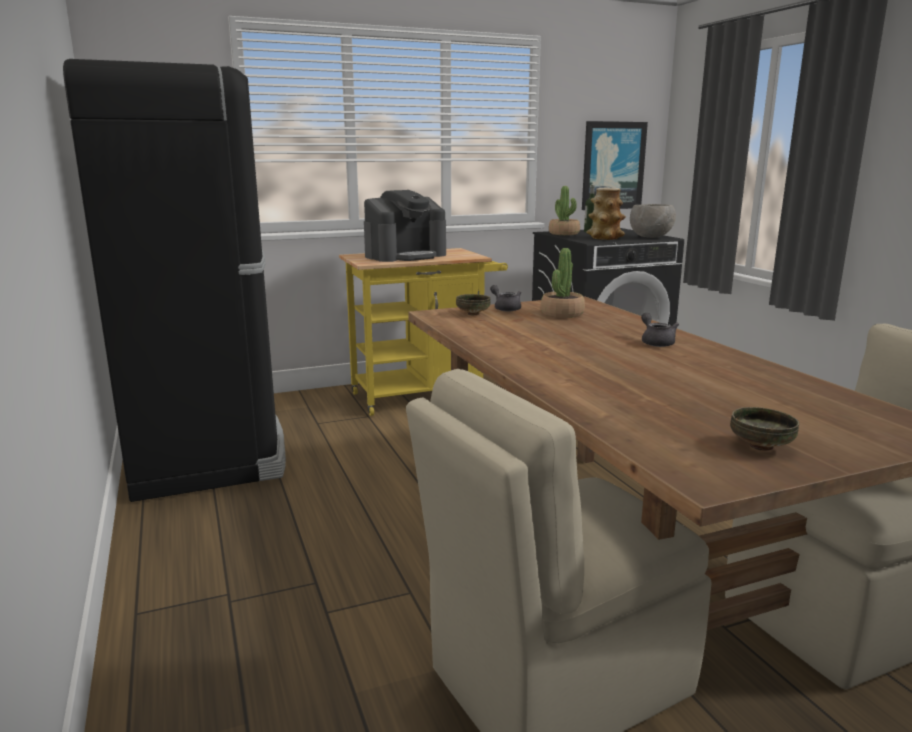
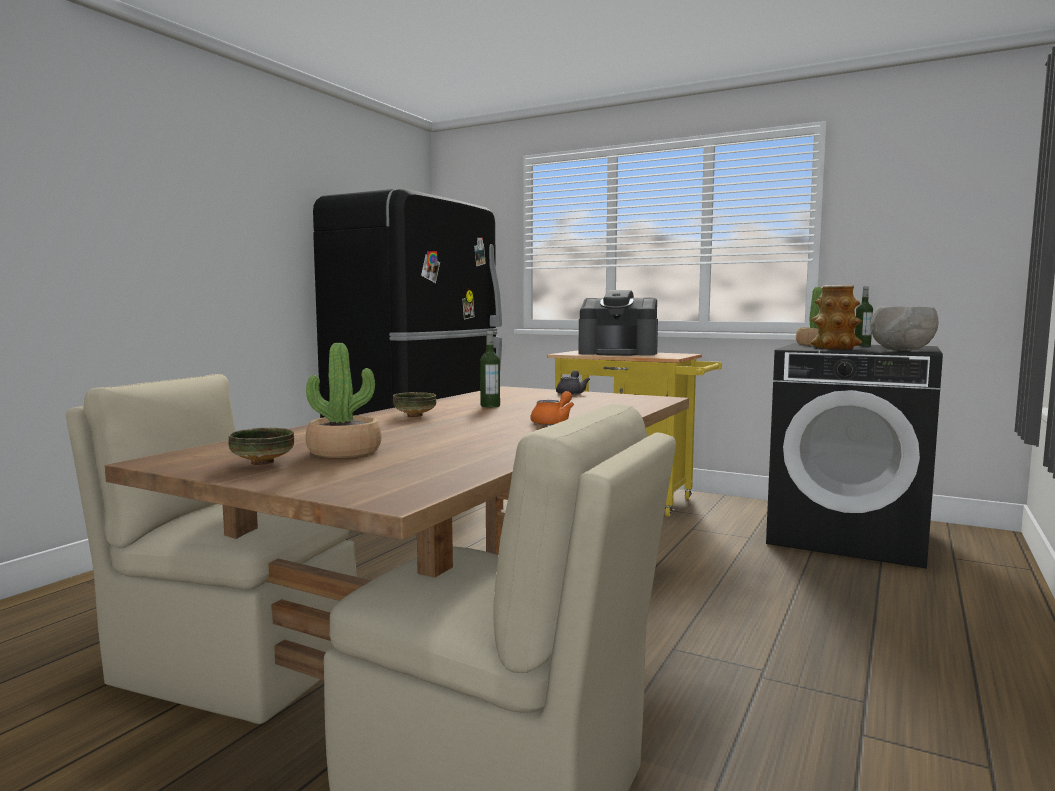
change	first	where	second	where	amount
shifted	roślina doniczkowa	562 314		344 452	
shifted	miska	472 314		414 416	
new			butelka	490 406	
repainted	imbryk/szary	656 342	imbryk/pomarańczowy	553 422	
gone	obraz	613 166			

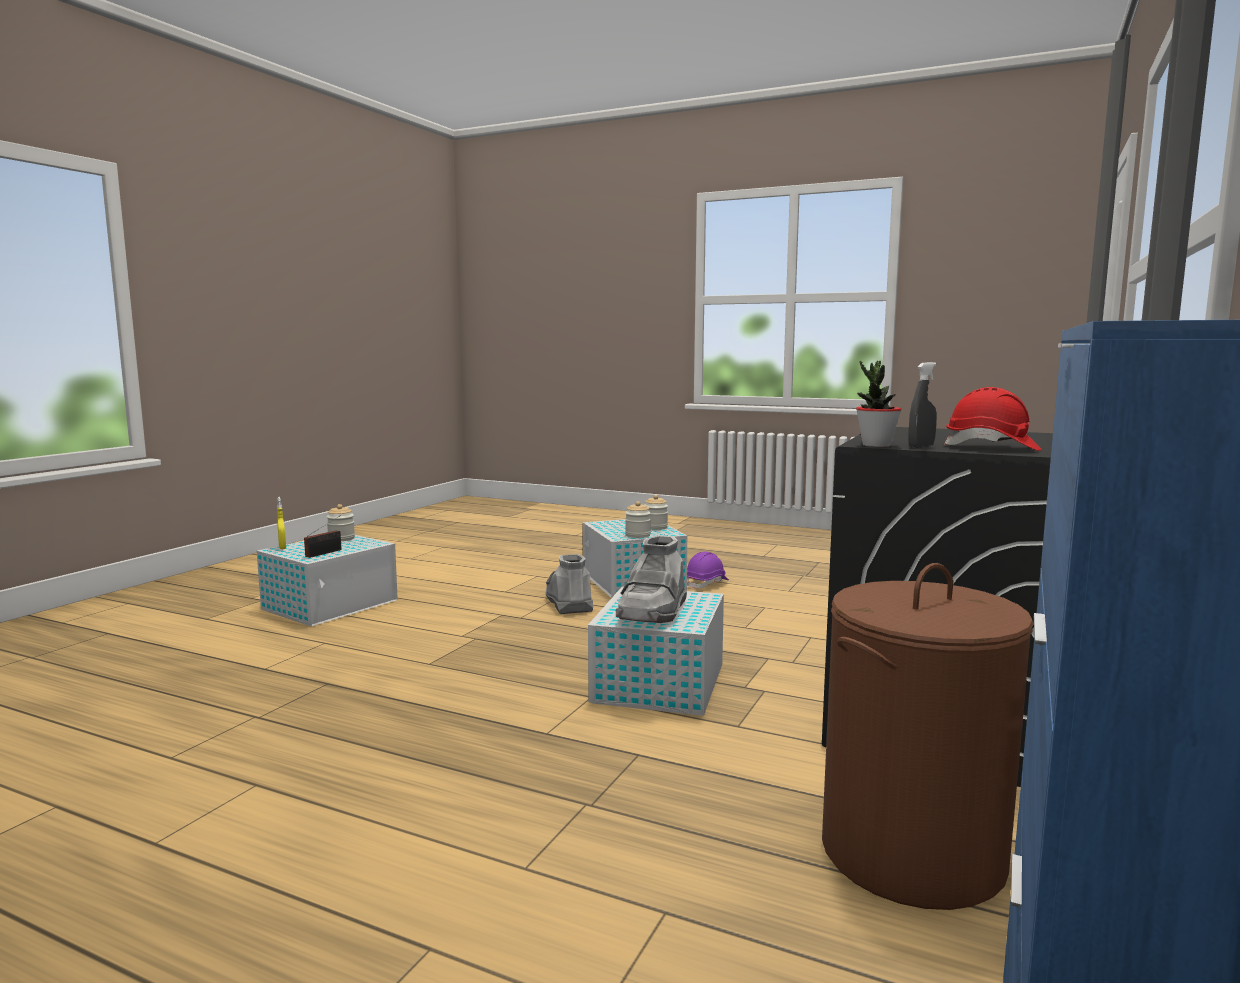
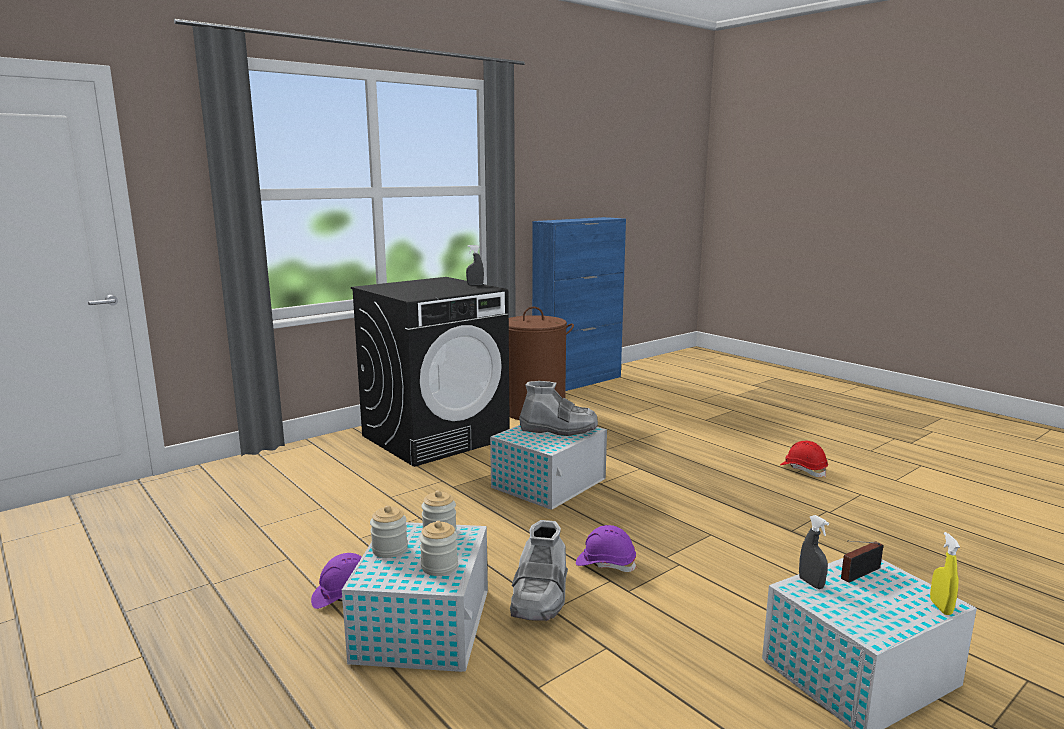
change	first	where	second	where	amount
shifted	słoik	341 538		439 566	
rotated	but z cholewką/szary	652 613		559 429	60 degrees clockwise
new			kask/fioletowy	605 564	
shifted	kask/czerwony	991 448		803 470	
new			spryskiwacz/szary	811 583	
gone	roślina doniczkowa	876 445			

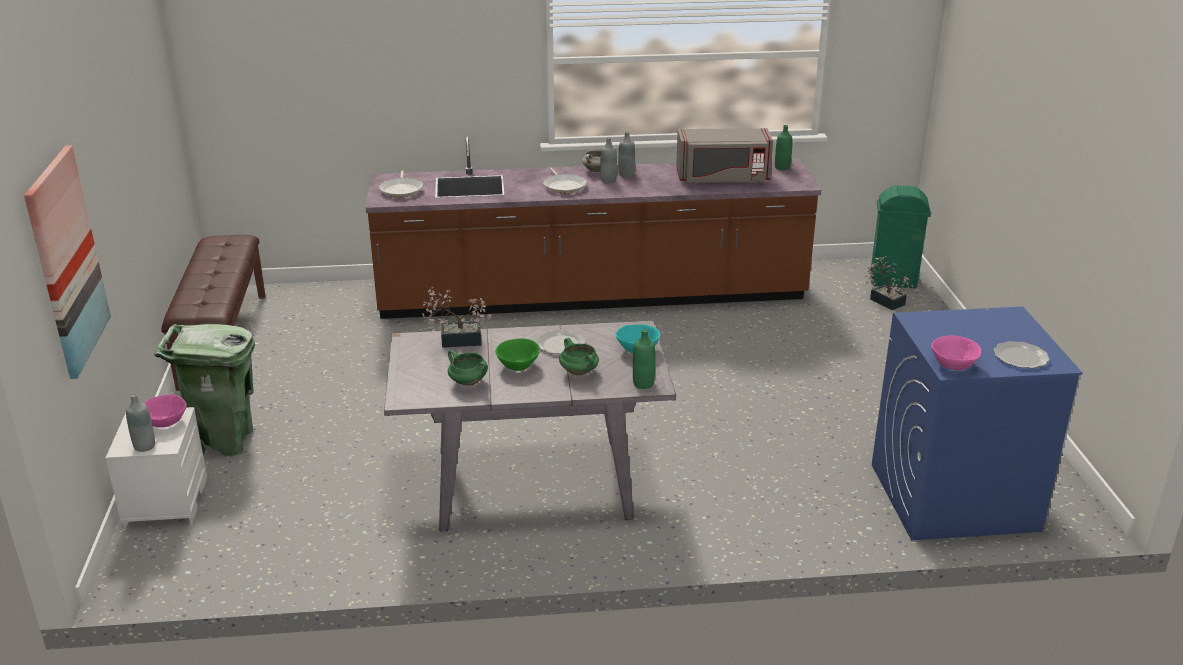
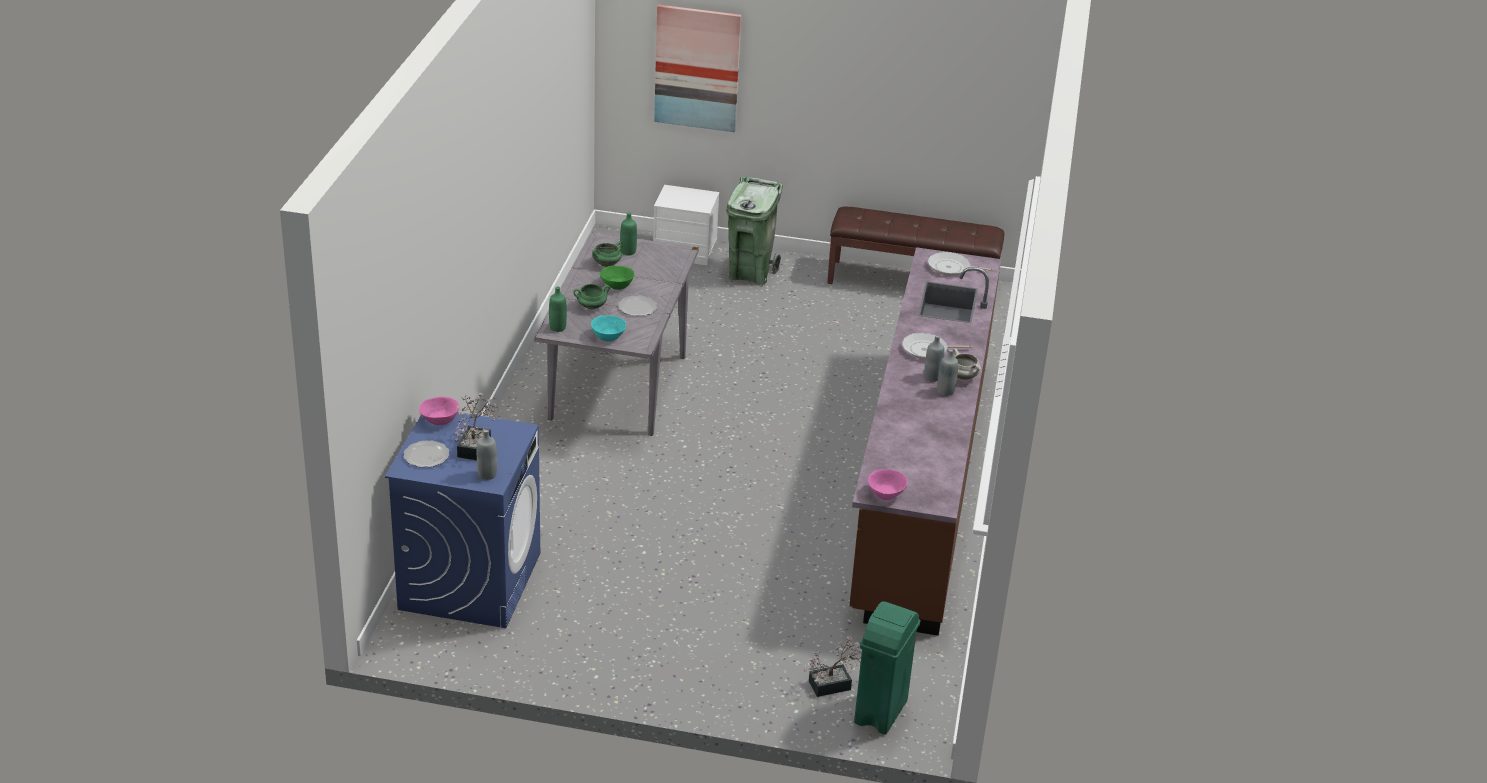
change	first	where	second	where	amount
shifted	roślina doniczkowa	456 340		476 445	
shifted	butelka/szary	144 446		487 474	
shifted	butelka/zielony	782 167		628 252	
shifted	miska/różowy	165 422		885 494	
gone	mikrofalówka/szary	722 178			

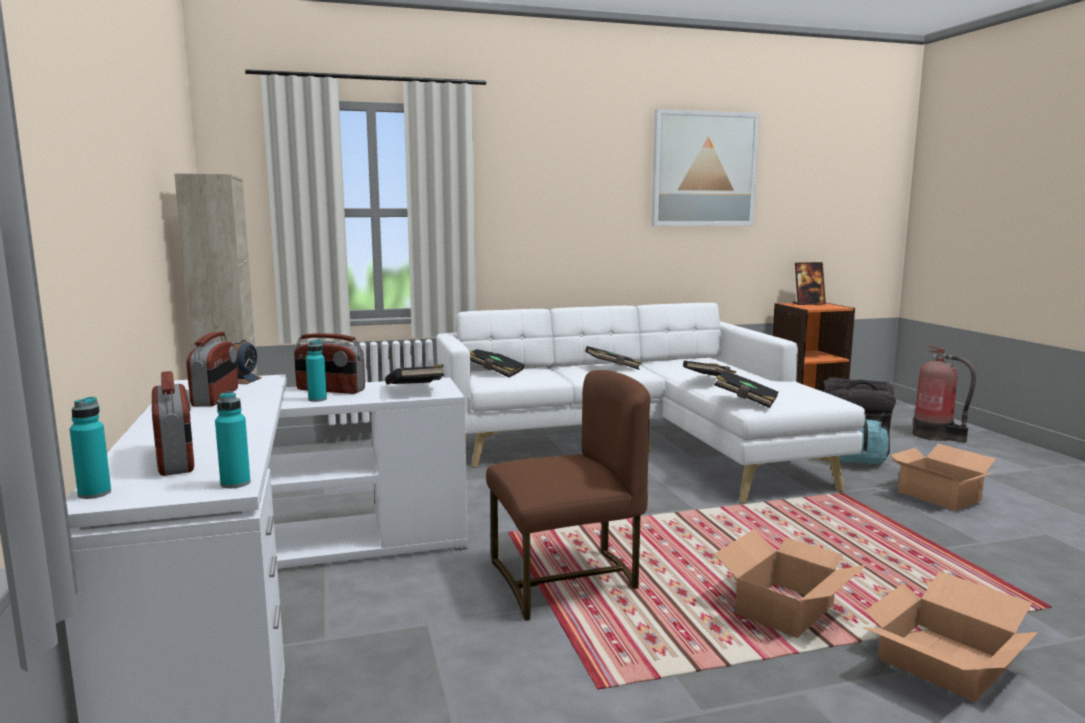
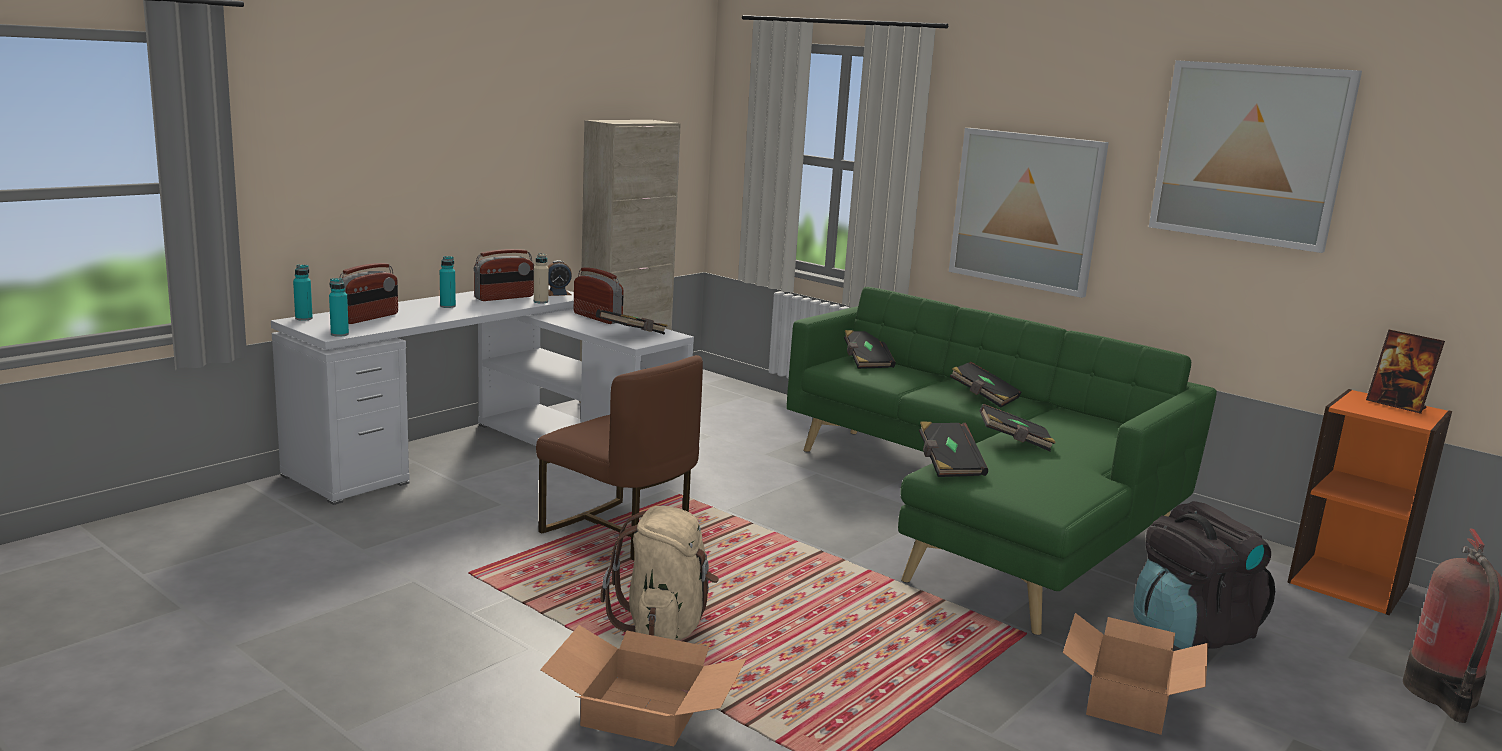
change	first	where	second	where	amount
shifted	butelka/turkusowy	317 399		447 306	
new			butelka/beżowy	540 302	
rotated	radio	330 390		598 318	150 degrees clockwise
swapped	karton	783 610	plecak/beżowy	663 627	
repainted	kanapa/biały	648 451	kanapa/zielony	985 512	
new			obraz	1026 210	

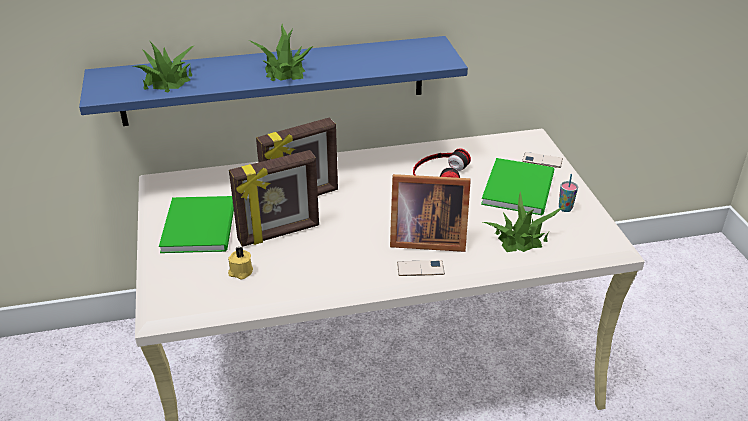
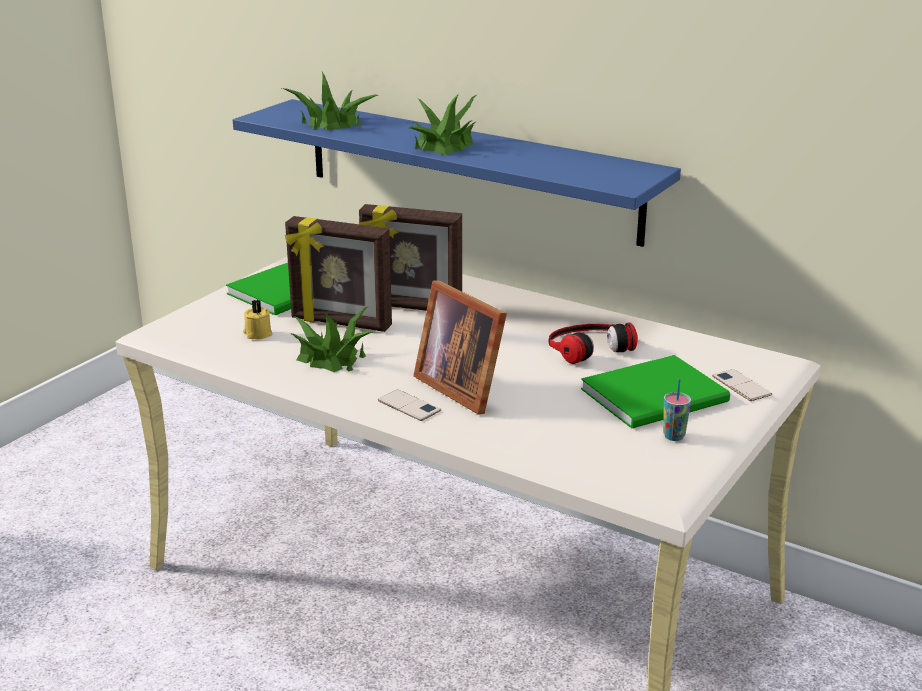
change	first	where	second	where	amount
shifted	roślina doniczkowa	521 238		332 358	

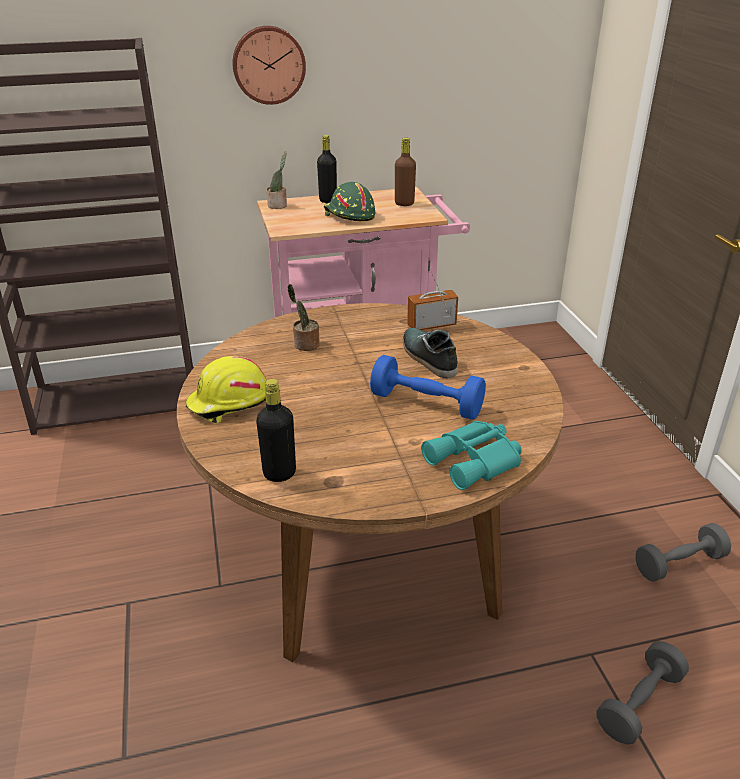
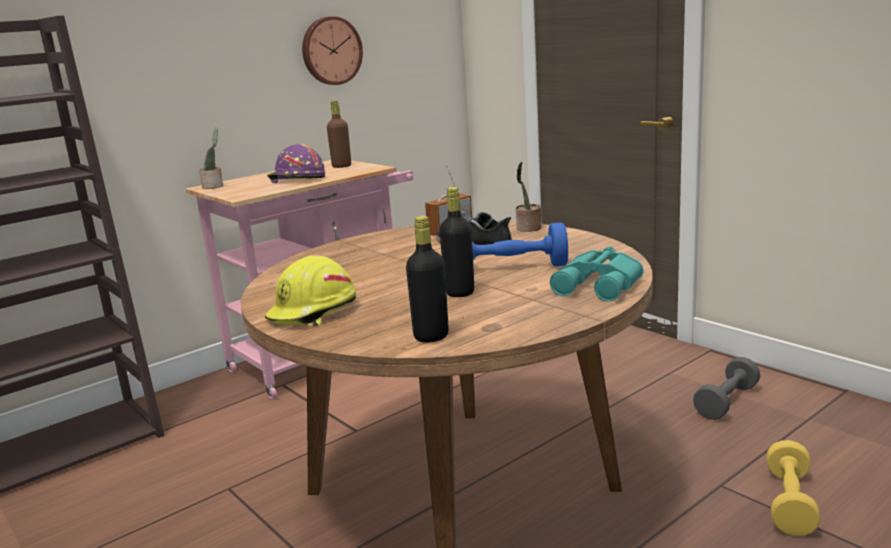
change	first	where	second	where	amount
repainted	kask/zielony	349 215	kask/fioletowy	297 179	
shifted	zegar ścienny	268 65		331 51	
shifted	butelka/czarny	328 200		459 293	
shifted	roślina doniczkowa	305 345		528 229	
repainted	hantel/szary	639 703	hantel/żółty	790 503	

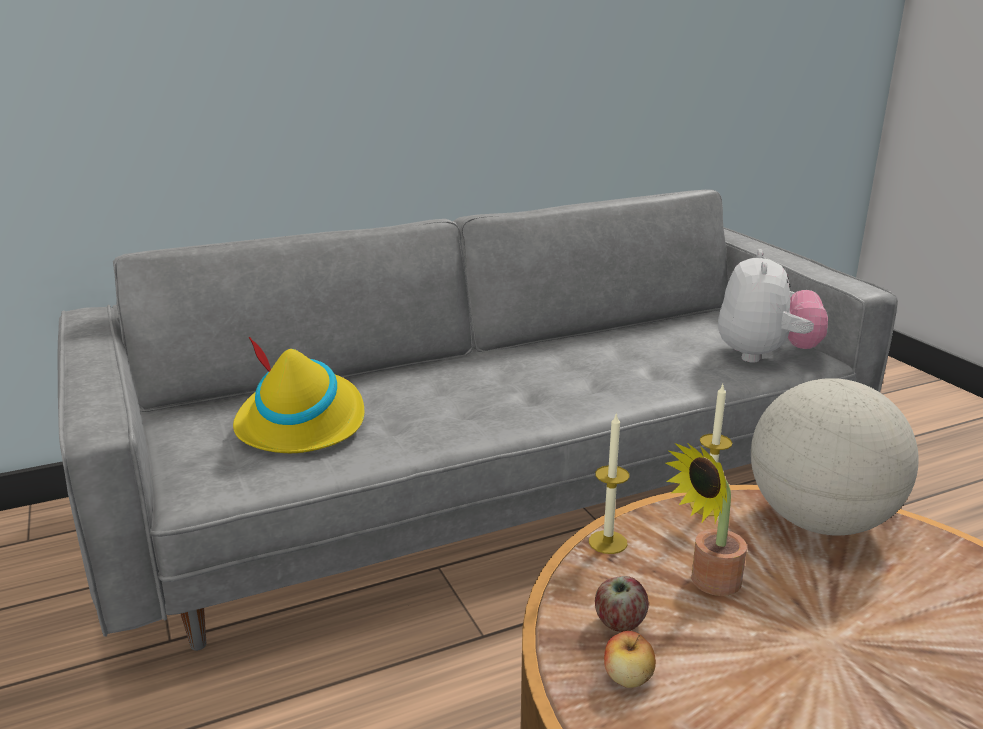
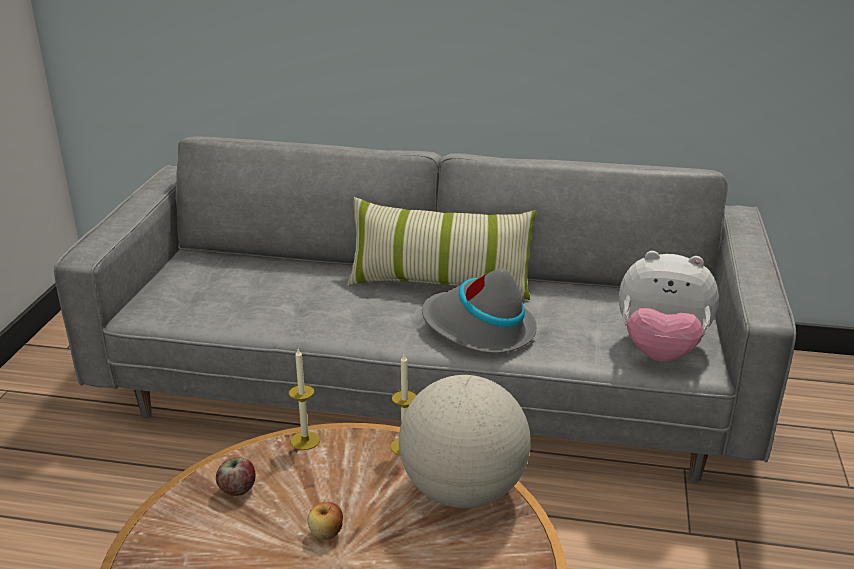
change	first	where	second	where	amount
shifted	jabłko	628 678		326 533	
new			poduszka	439 283	
new			kapelusz/szary	478 329	
rotated	pluszak	764 356		660 350	60 degrees clockwise
gone	kapelusz/żółty	302 422			
gone	roślina doniczkowa	708 583			

